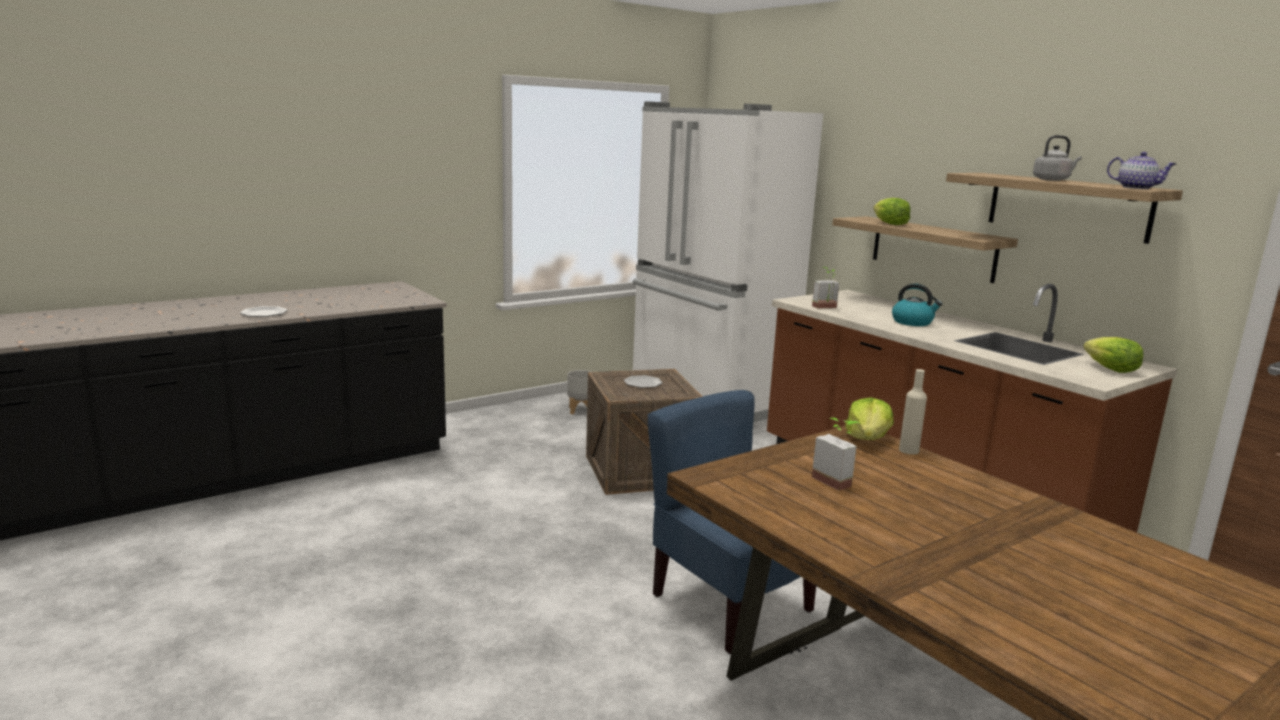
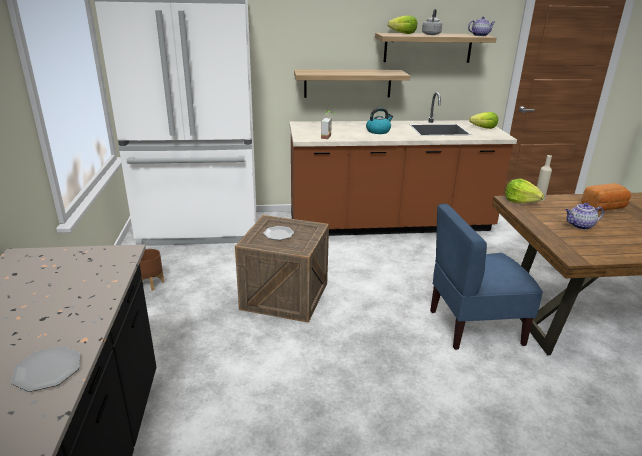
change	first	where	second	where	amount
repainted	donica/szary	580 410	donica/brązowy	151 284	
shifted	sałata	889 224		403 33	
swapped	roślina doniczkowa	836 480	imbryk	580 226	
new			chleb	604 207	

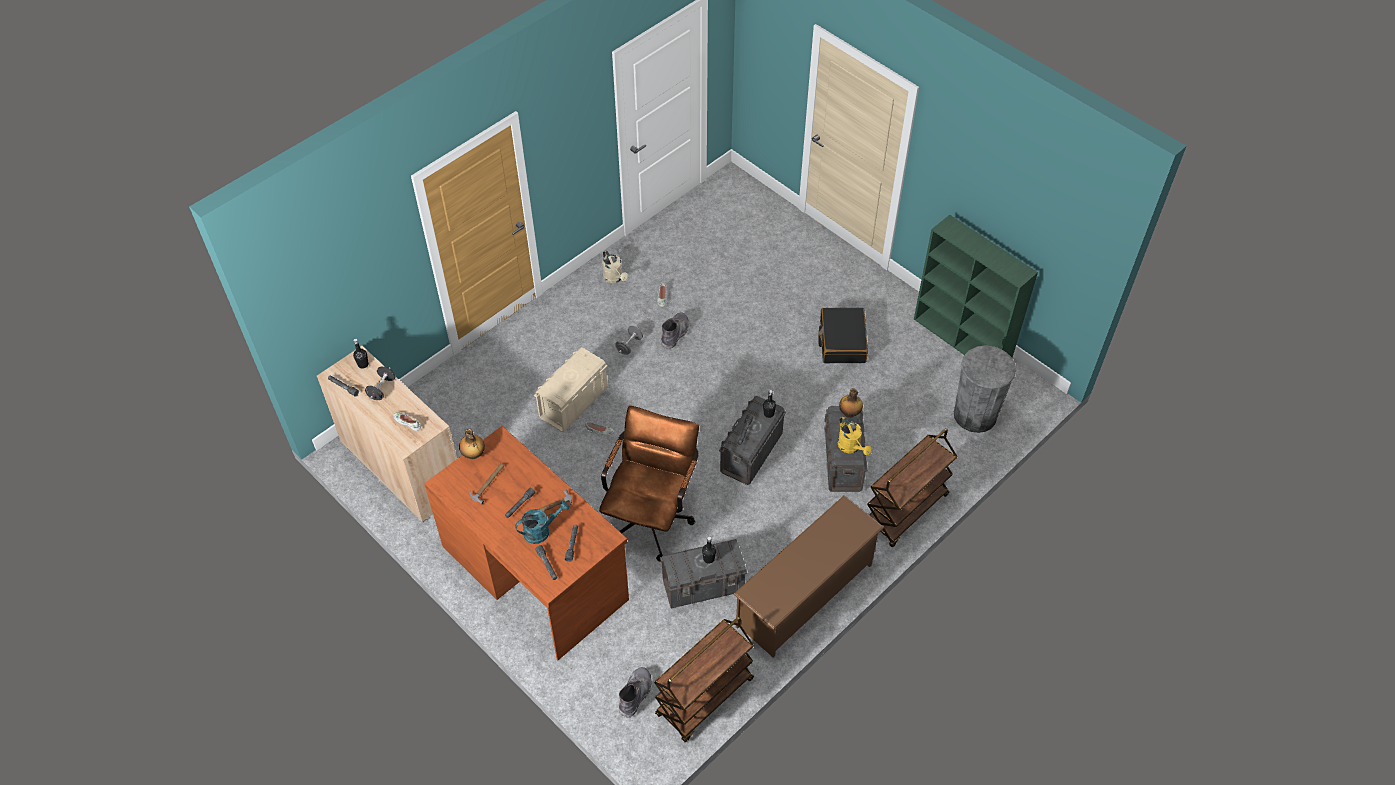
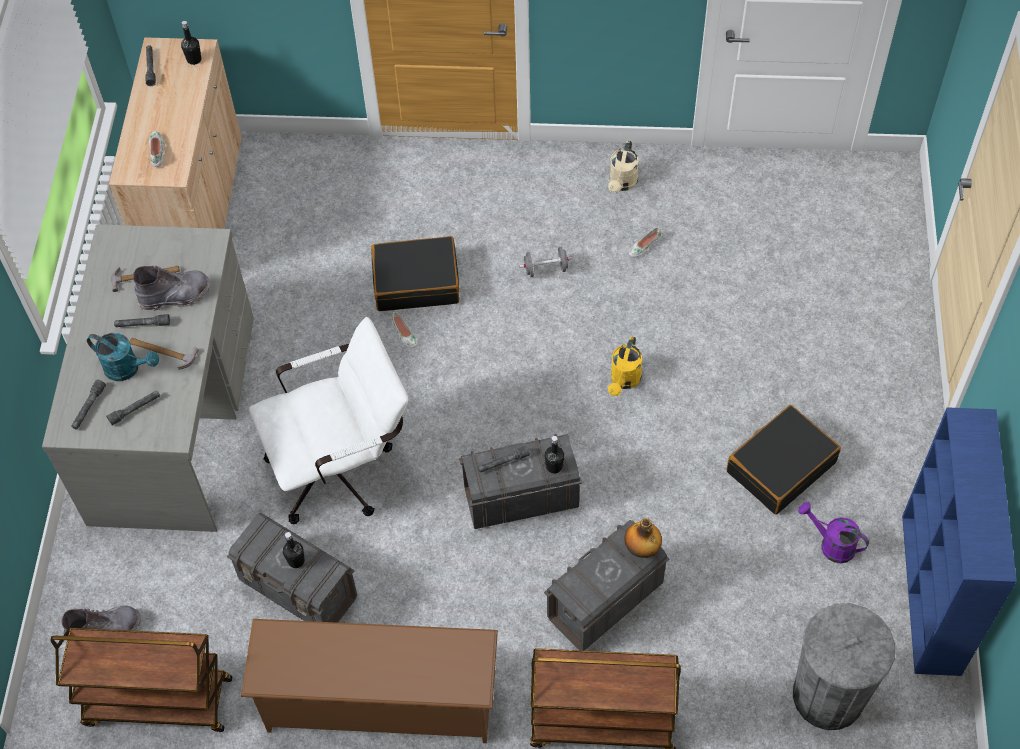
change	first	where	second	where	amount
repainted	biurko/brązowy	535 571	biurko/szary	175 419	
shifted	but z cholewką/szary	675 334		175 295	
repainted	krzesło biurowe/brązowy	651 516	krzesło biurowe/biały	342 468	
swapped	pojemnik do przechowywania/beżowy	573 403	walizka/czarny	416 282	
shifted	konewka/żółty	851 447		624 381	
new			konewka/fioletowy	831 544	
repainted	regał/zielony	962 340	regał/niebieski	931 595	
gone	hantel/czarny	382 389			
gone	butelka	473 455			

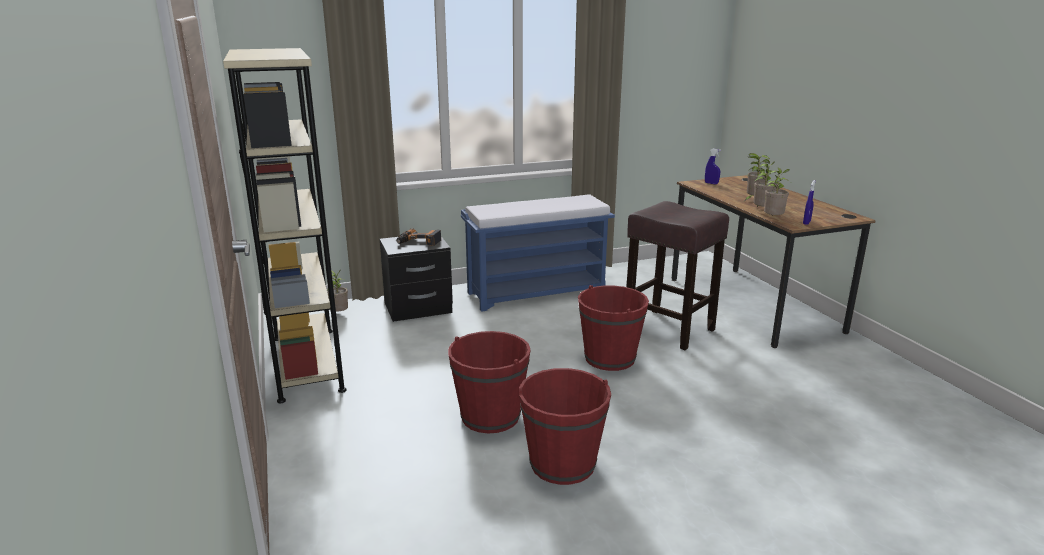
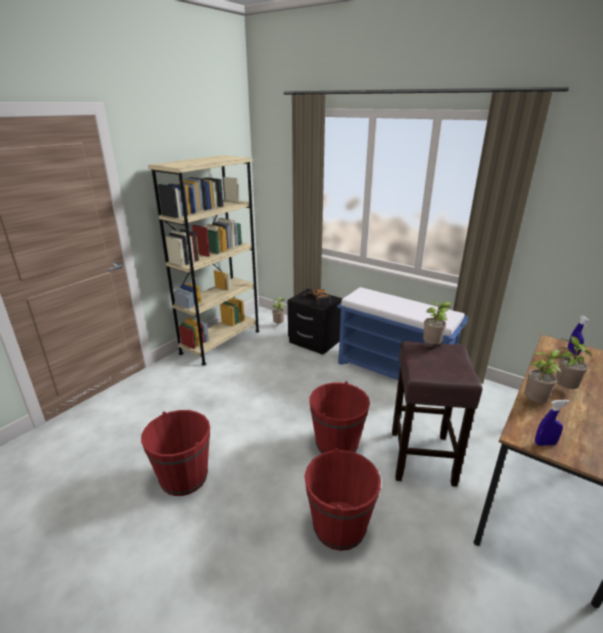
change	first	where	second	where	amount
shifted	wiadro/czerwony	490 416		339 526	
shifted	roślina doniczkowa	773 219		432 346	

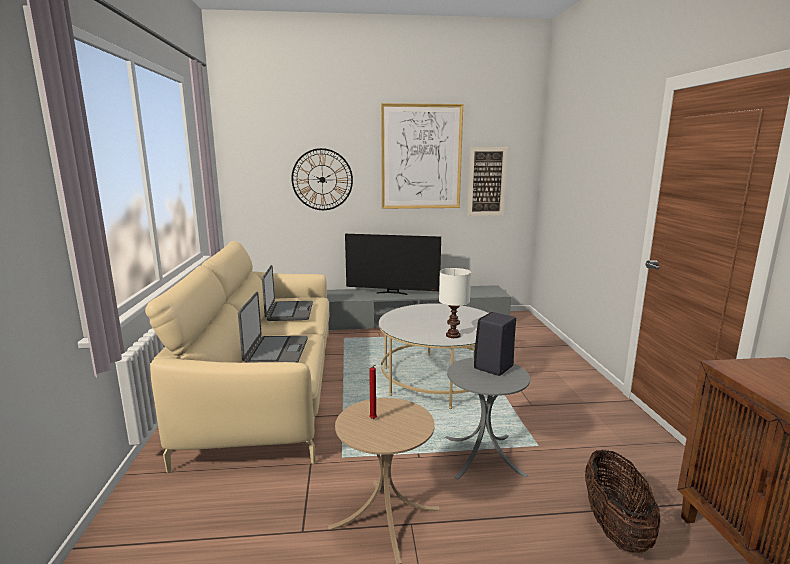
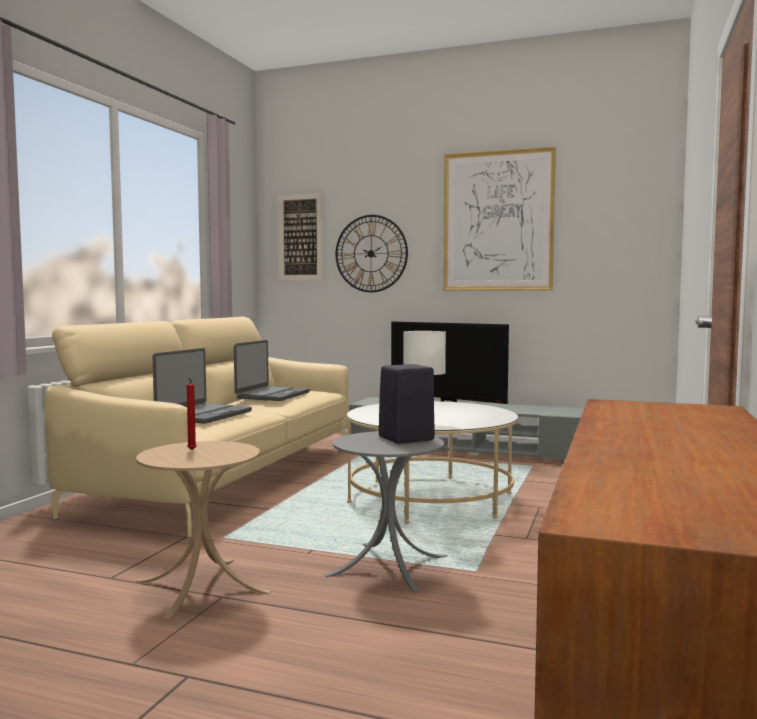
change	first	where	second	where	amount
shifted	obraz	487 181		300 237	
gone	koszyk	614 527			

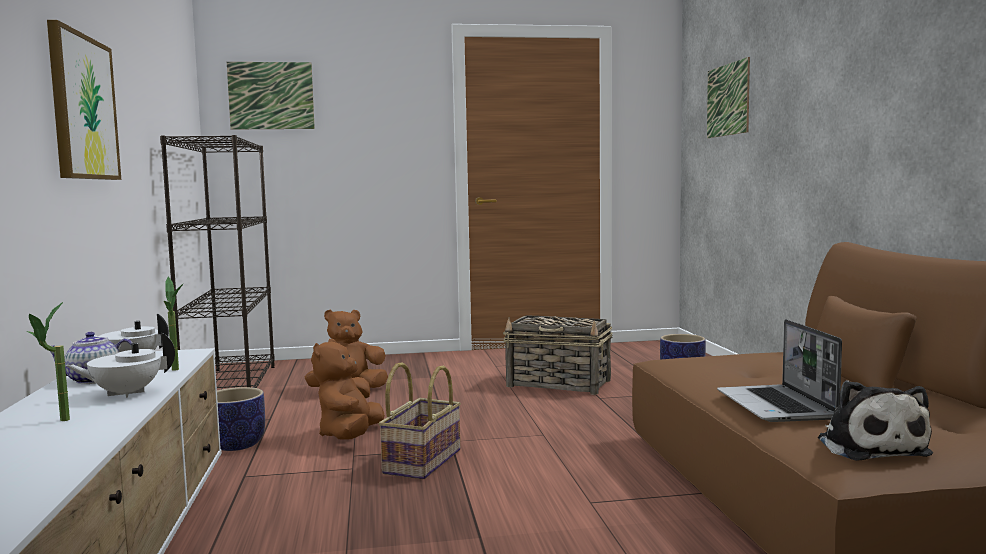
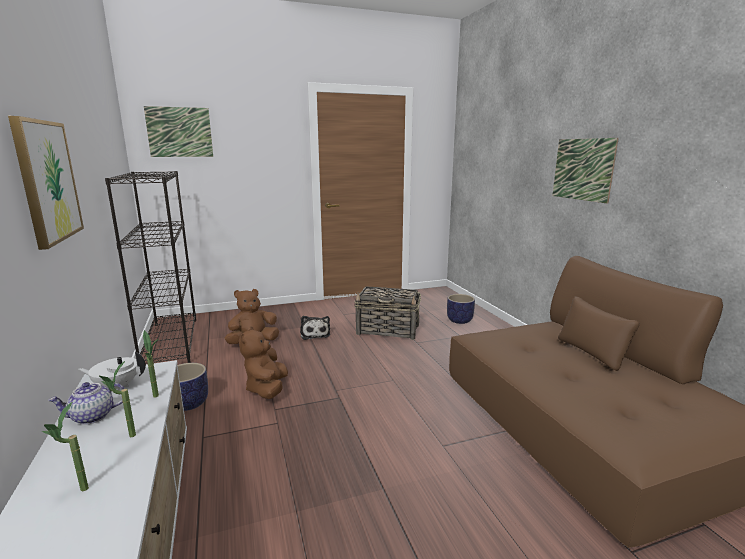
change	first	where	second	where	amount
swapped	imbryk/biały	125 393	roślina doniczkowa	126 438	
shifted	pluszak	870 446		315 334	
shifted	obraz	728 100		583 169	
gone	koszyk	421 461			
gone	laptop	777 406			

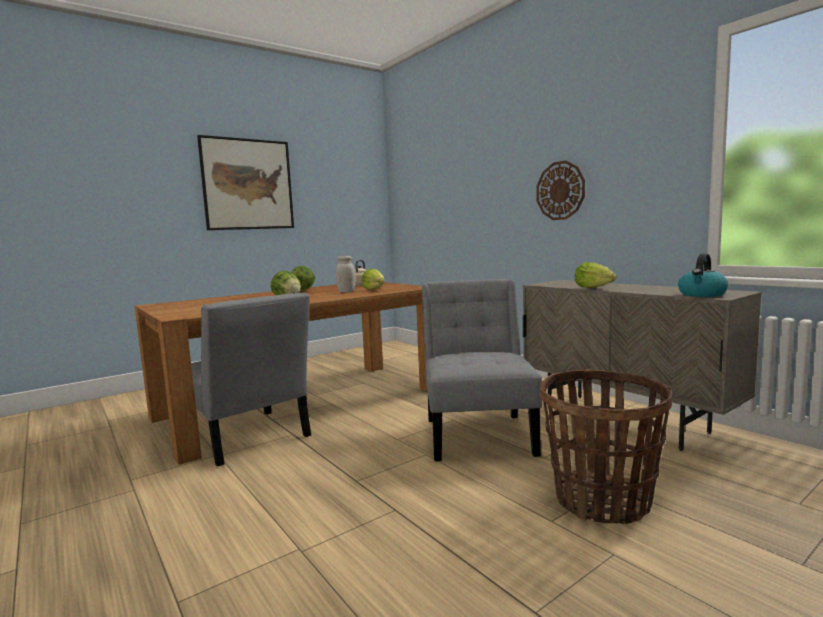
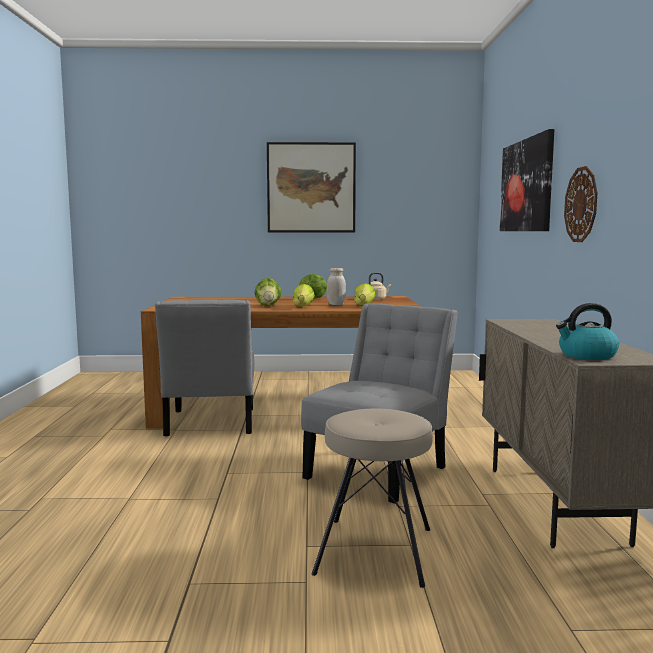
change	first	where	second	where	amount
shifted	sałata	593 288		303 306	
swapped	koszyk	602 500	stołek/beżowy	376 550	
new			obraz	526 186	

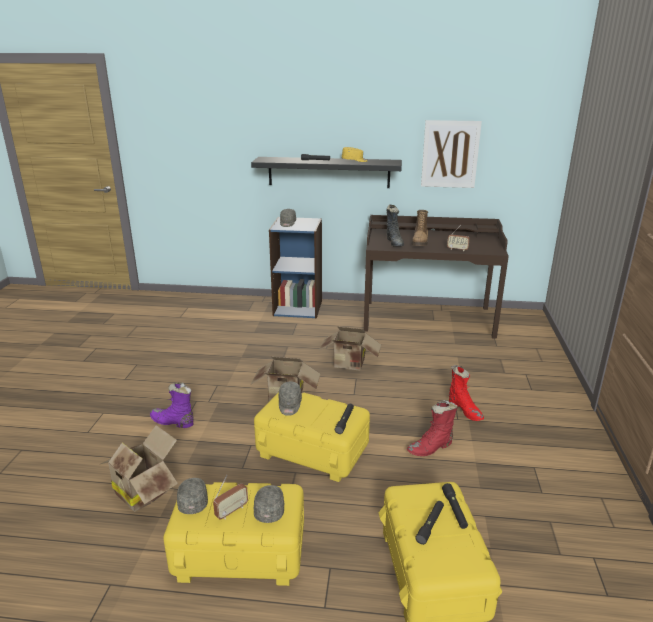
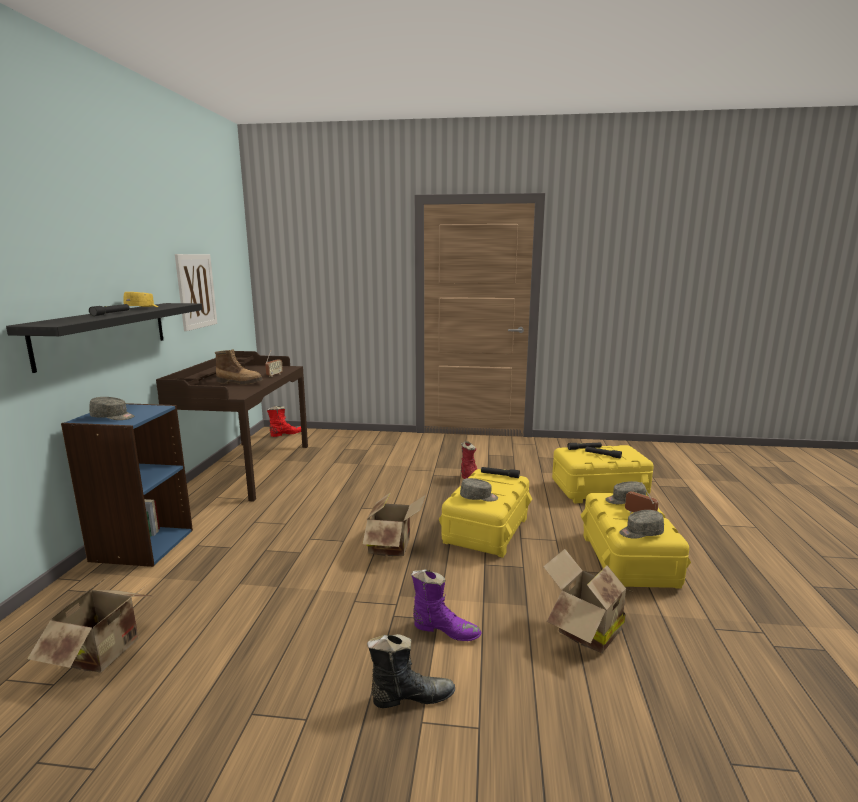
change	first	where	second	where	amount
shifted	karton	350 365		107 652	
shifted	but z cholewką/czerwony	465 410		286 434	
shifted	but z cholewką/czarny	394 242		411 697	
rotated	but z cholewką/fioletowy	173 422		445 630	90 degrees counterclockwise

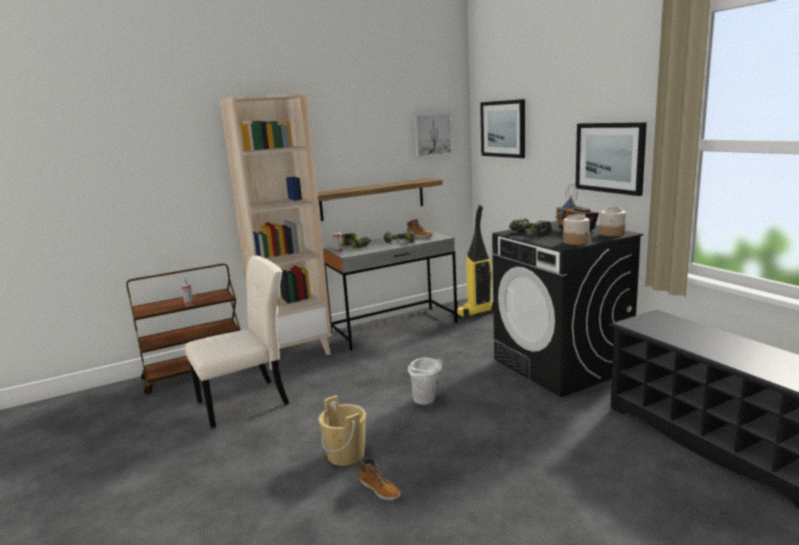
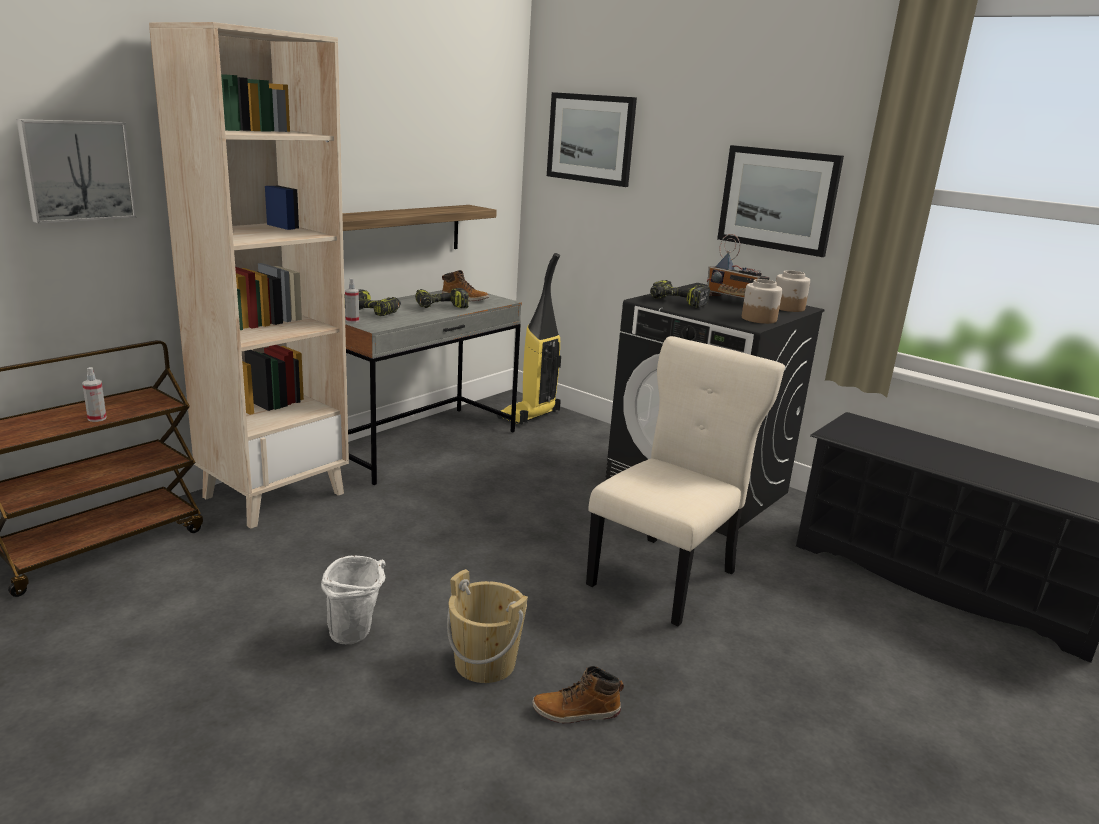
change	first	where	second	where	amount
shifted	obraz	432 135		77 170	
shifted	wiadro/biały	427 401		356 636	
rotated	but z cholewką	380 489		576 712	150 degrees clockwise
shifted	krzesło/beżowy	247 402		666 576	

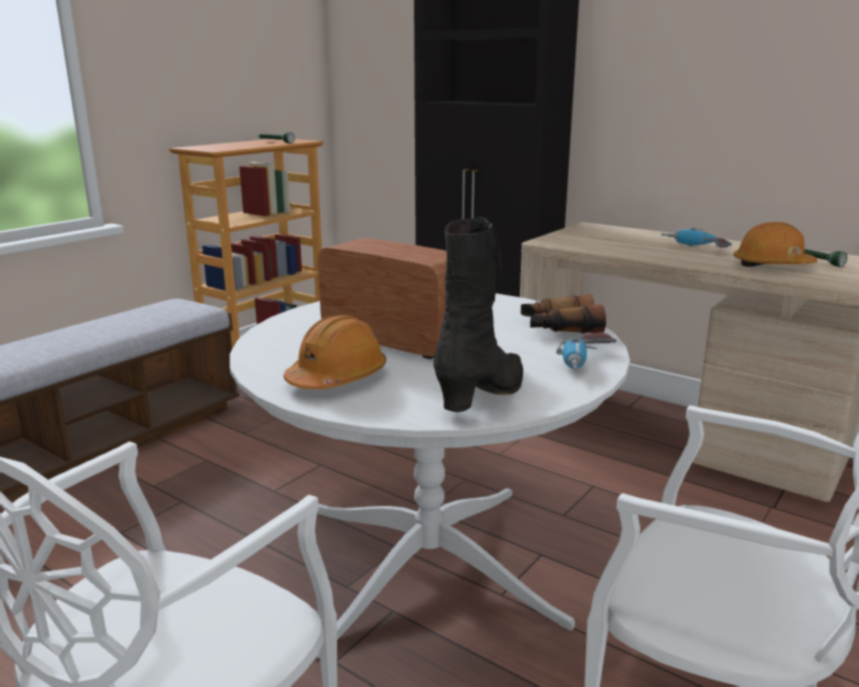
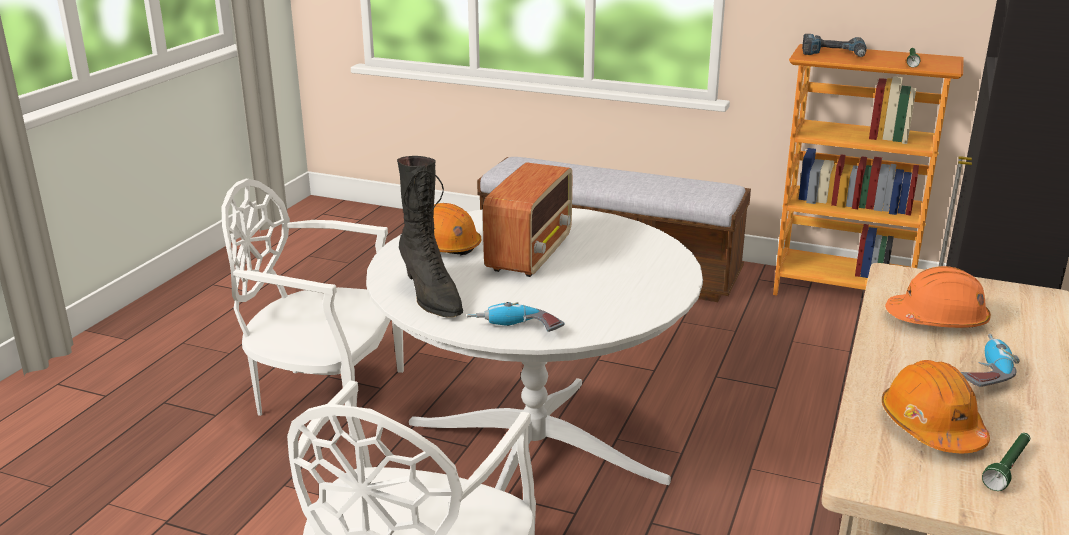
change	first	where	second	where	amount
rotated	but z cholewką/czarny	484 394		431 296	45 degrees clockwise
new			wiertarka	833 54	
new			kask/pomarańczowy	937 320	
gone	lornetka	559 328			

